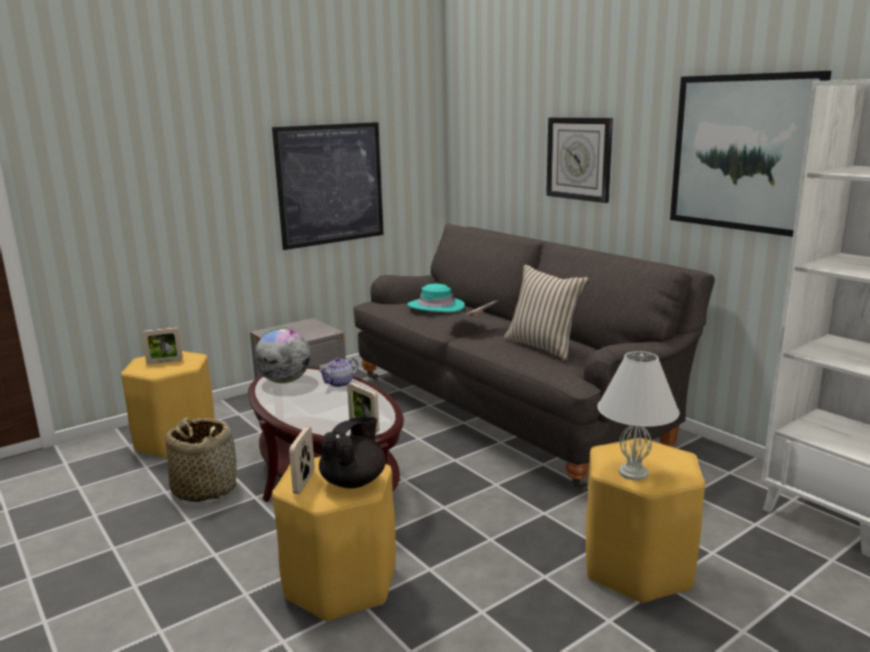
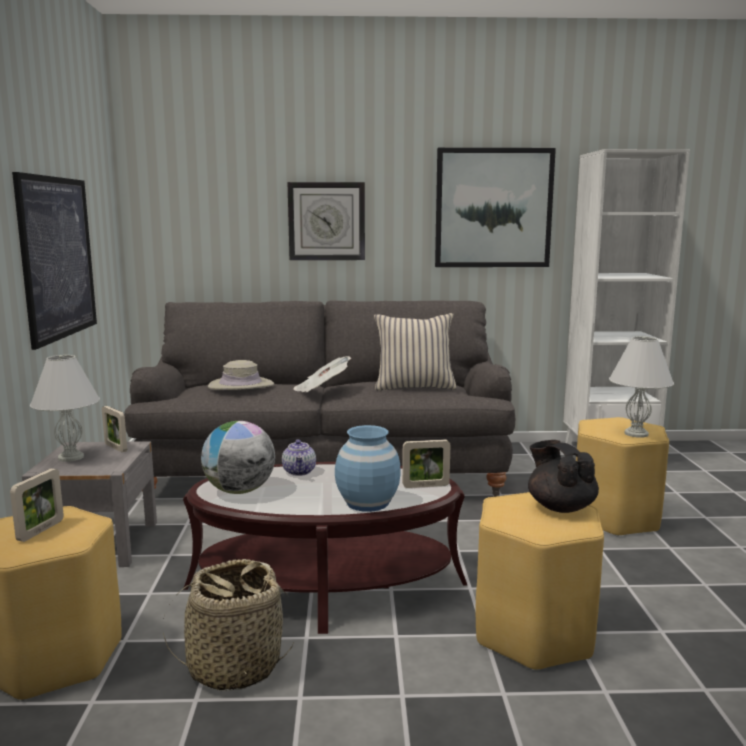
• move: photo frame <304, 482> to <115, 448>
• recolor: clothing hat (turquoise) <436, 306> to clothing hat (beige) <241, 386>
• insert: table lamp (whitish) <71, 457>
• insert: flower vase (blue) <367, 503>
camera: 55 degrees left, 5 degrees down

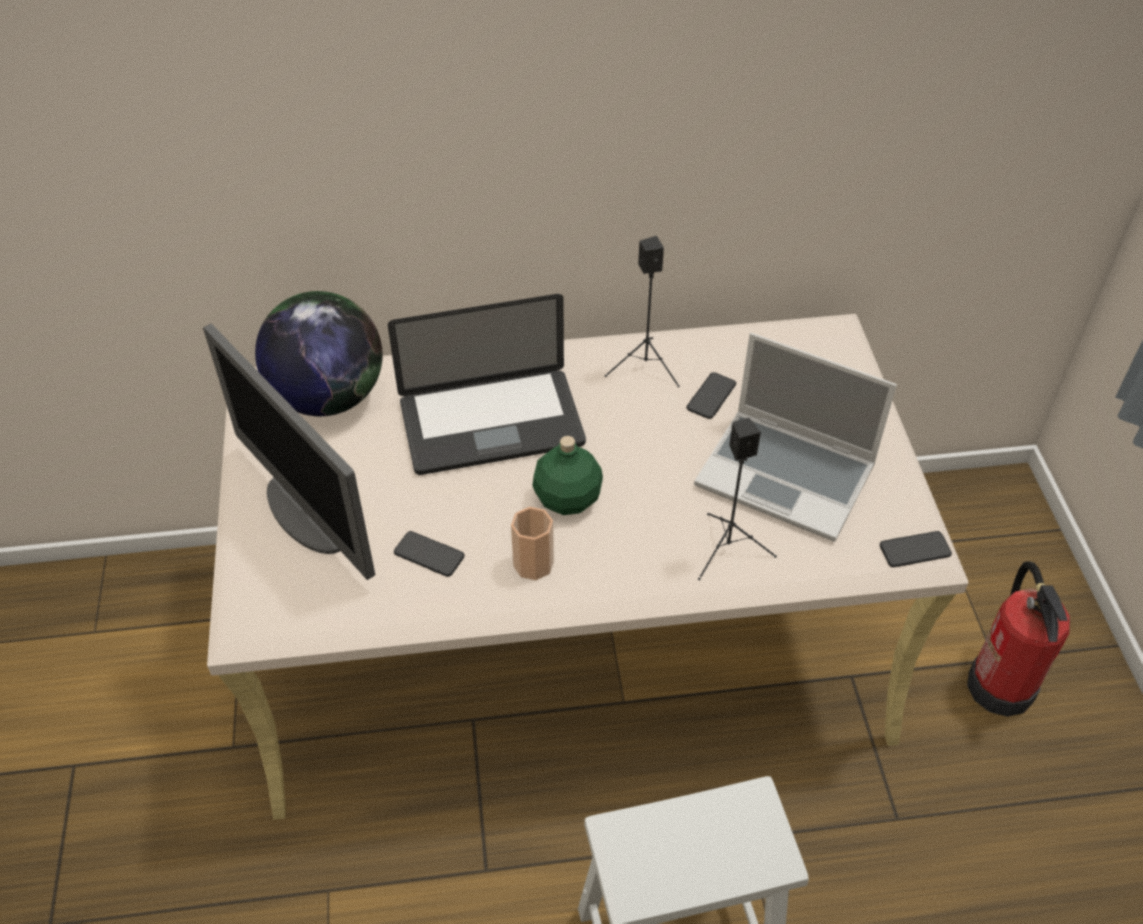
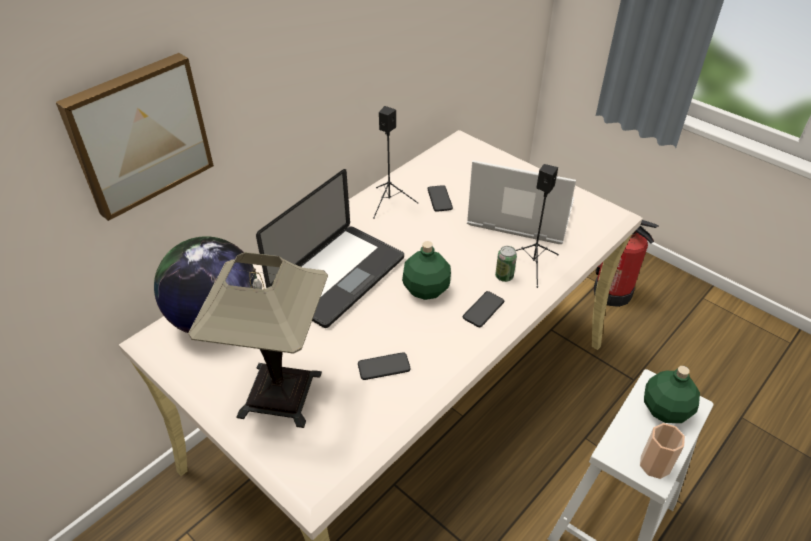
• replace: computer display <307, 515> to table lamp <280, 394>
• move: drinking cup <533, 564> to <655, 465>
• rotate: portable computer <787, 476> = <518, 215> 150 degrees counterclockwise
• move: telephone <915, 550> to <483, 310>
• insert: picture <138, 134>
• insert: can <504, 276>
• insert: beverage bottle (greenish) <664, 409>
camera: 40 degrees left, 5 degrees down

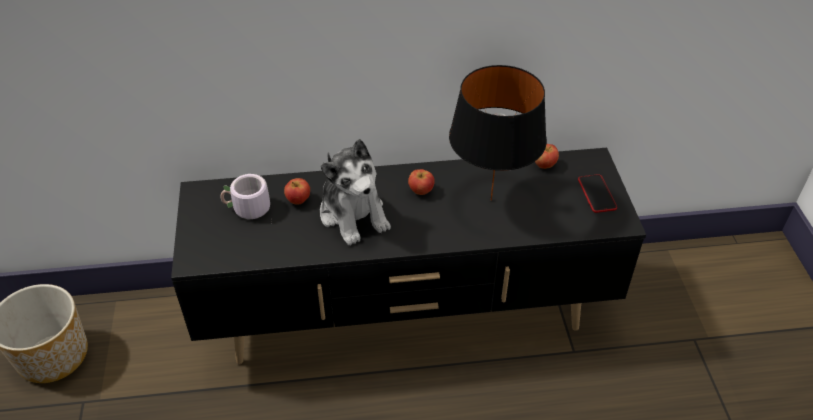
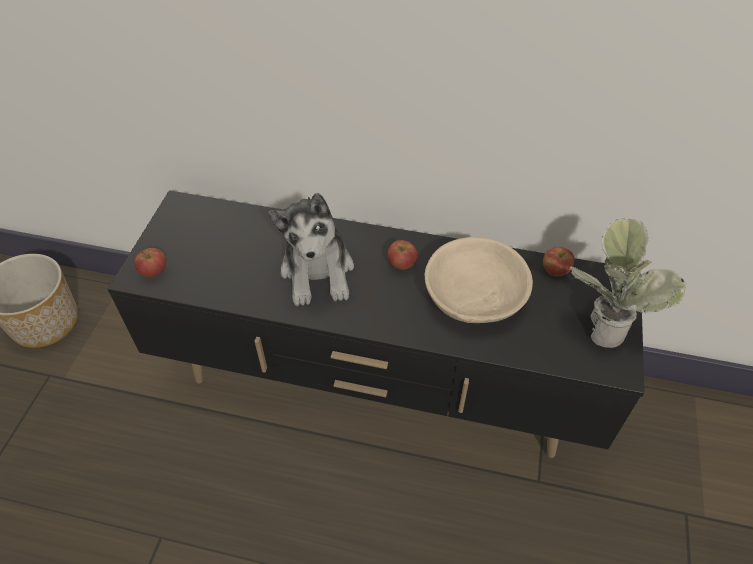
• delete: coffee mug (grey) <247, 210>
• move: whole apple <298, 200> to <154, 272>
• replace: table lamp (black) <491, 199> to bowl (beige) <475, 295>
• replace: telephone <597, 194> to plant in a pot <603, 324>
camera: 20 degrees right, 5 degrees up

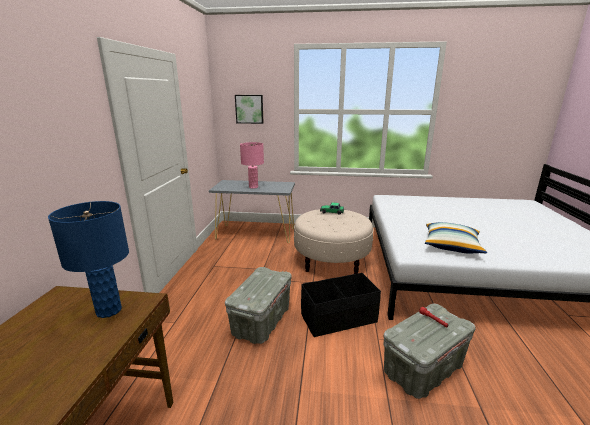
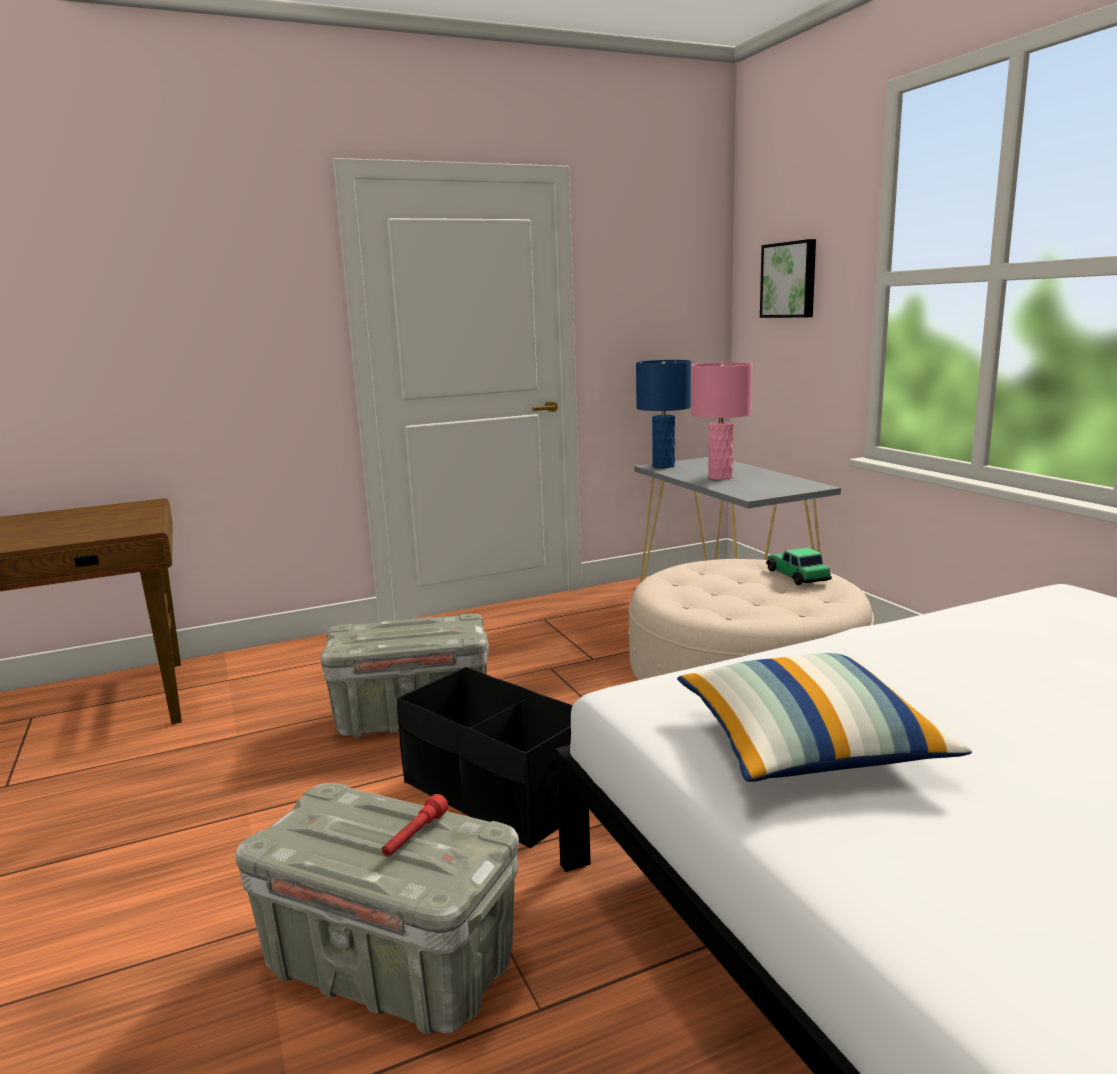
• move: table lamp (blue) <109, 311> to <663, 466>
camera: 60 degrees right, 5 degrees down

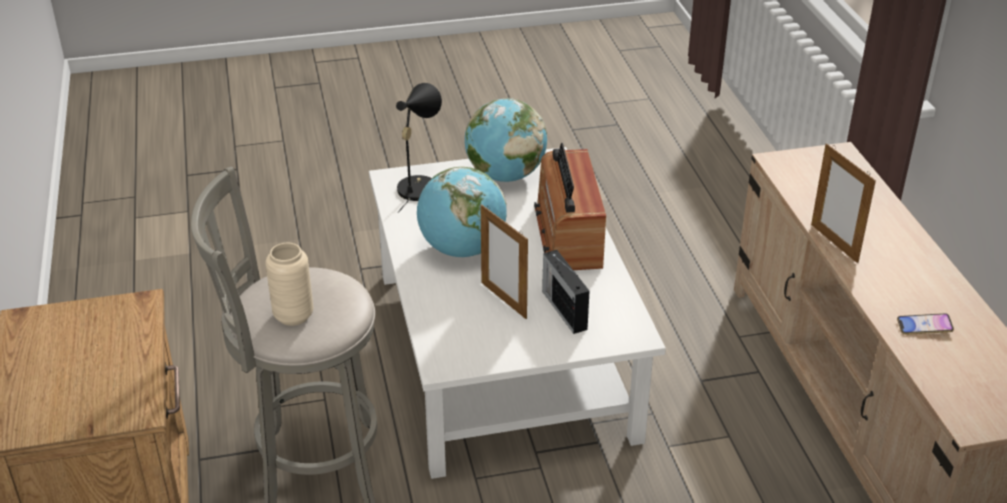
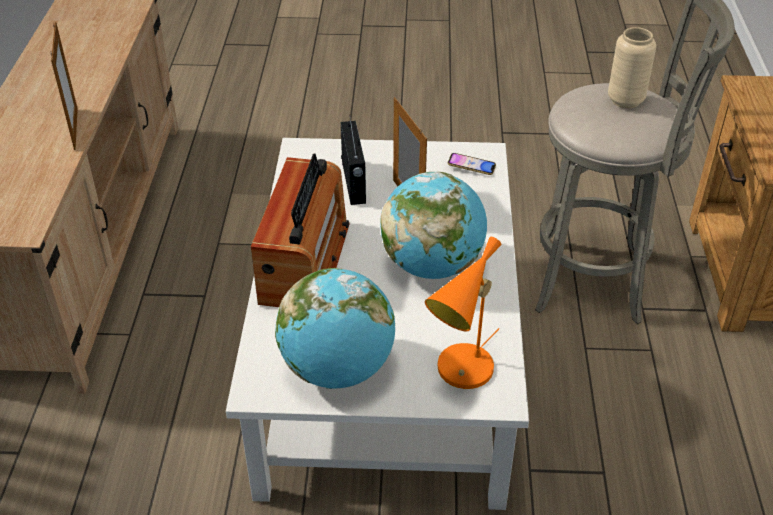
• recolor: table lamp (black) <418, 185> to table lamp (orange) <462, 374>
• move: telephone <924, 327> to <471, 167>
camera: 165 degrees left, 5 degrees up

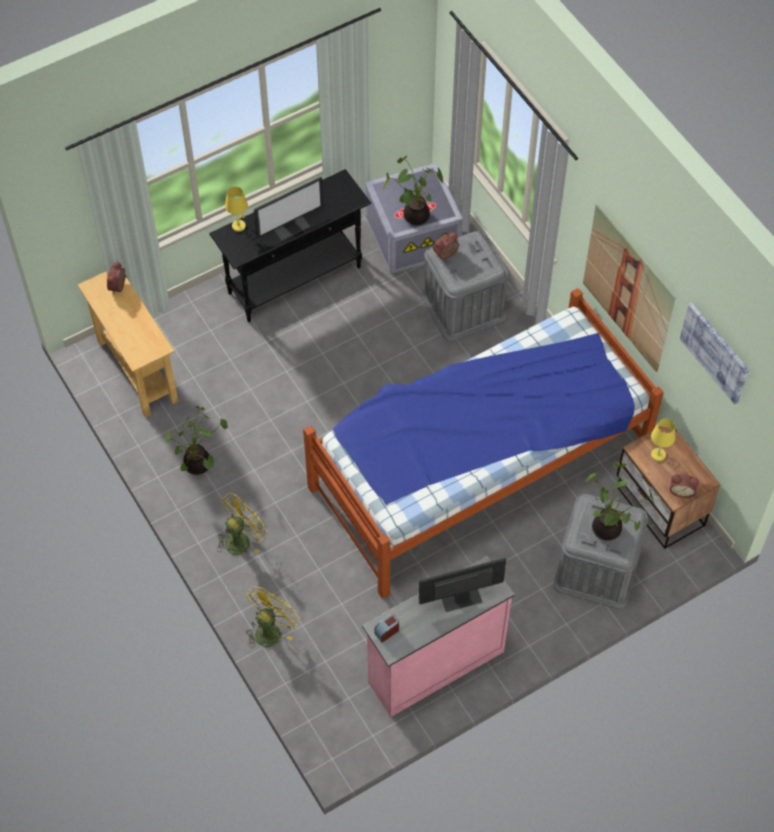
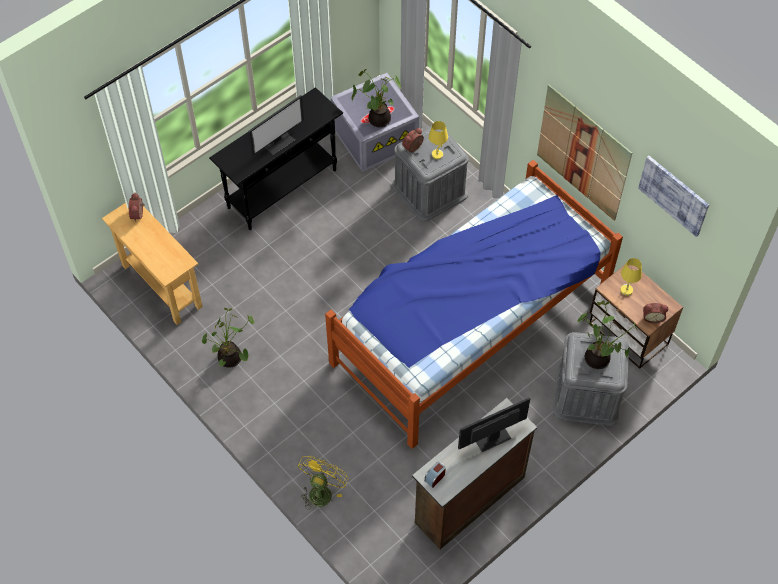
• delete: cooling fan (yellowish) <241, 539>
• move: table lamp (yellowish) <239, 226> to <437, 154>
• recolor: drawer chest (pink-coloured) <434, 665> to drawer chest (brown) <468, 499>
camera: 10 degrees left, 0 degrees up

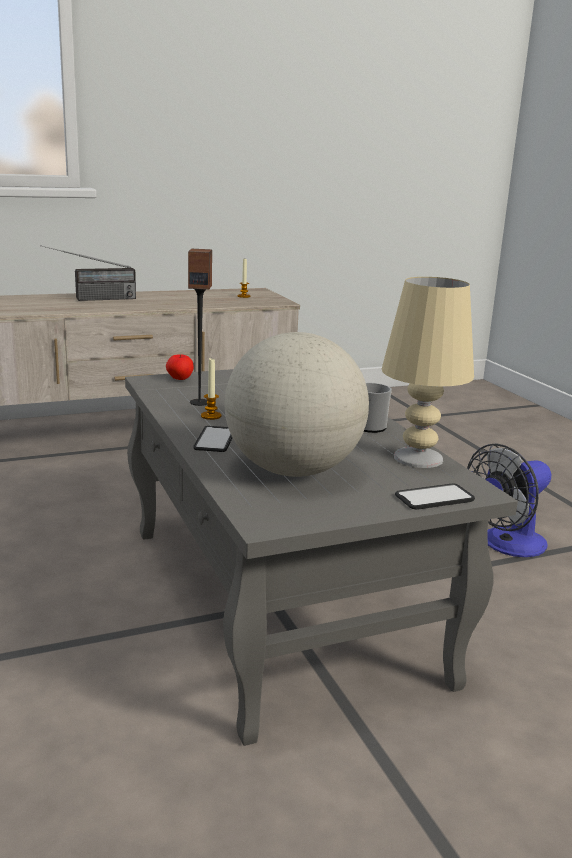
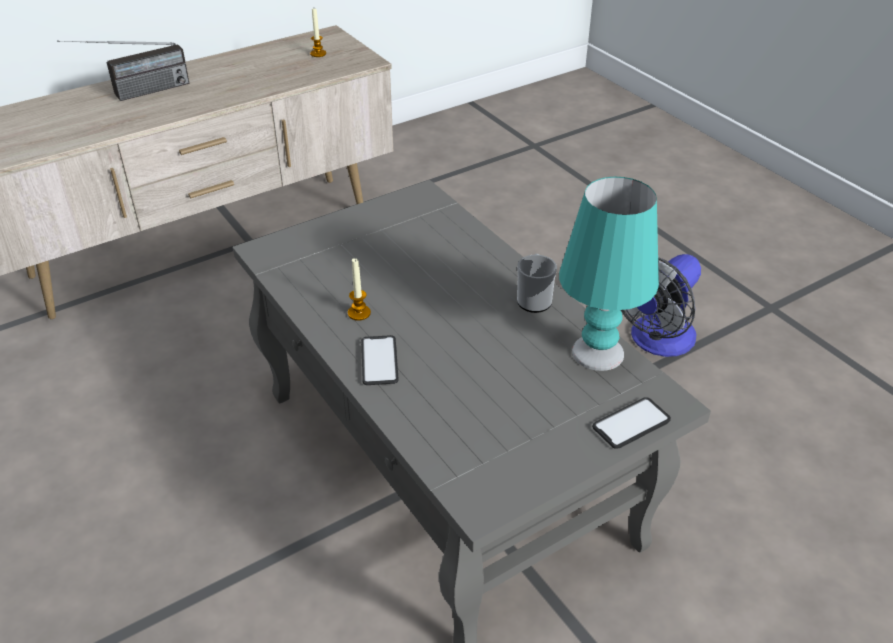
• delete: whole apple <179, 379>
• delete: loudspeaker <199, 402>
• delete: globe <293, 470>
• recolor: table lamp (beige) <418, 458> to table lamp (turquoise) <598, 353>
camera: 10 degrees left, 20 degrees up

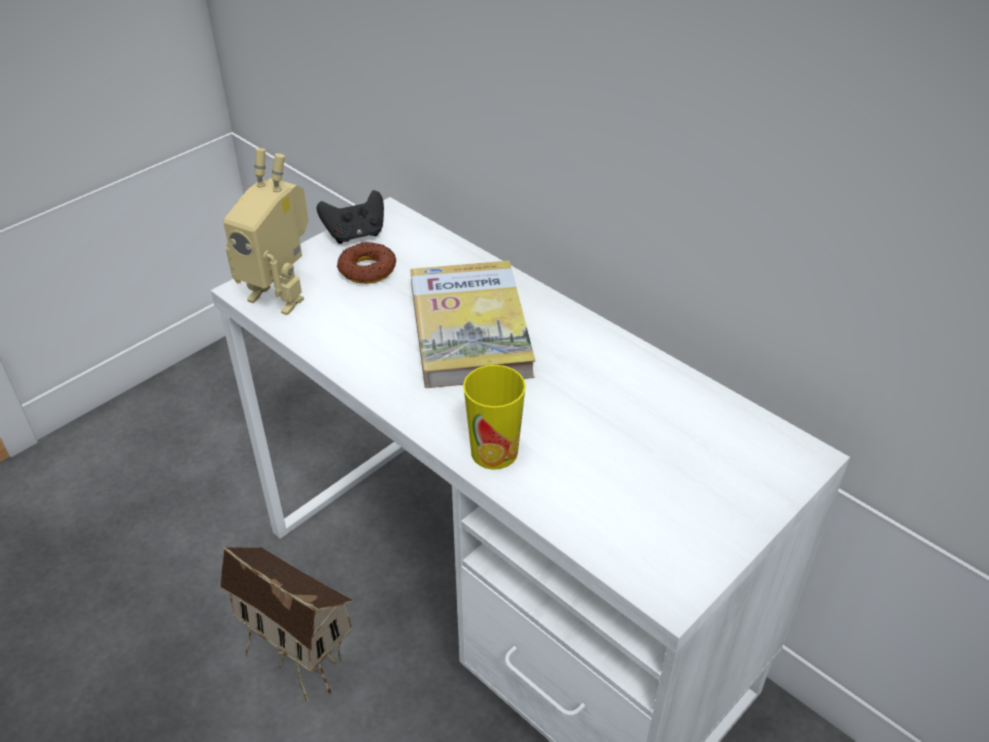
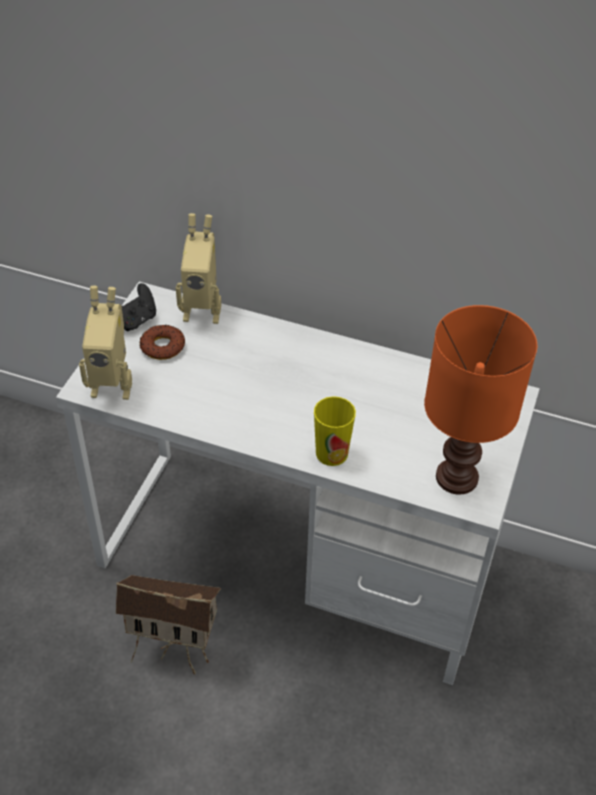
• delete: book <469, 329>
• insert: model robot <202, 310>
• insert: table lamp (orange) <458, 479>
camera: 25 degrees left, 5 degrees up

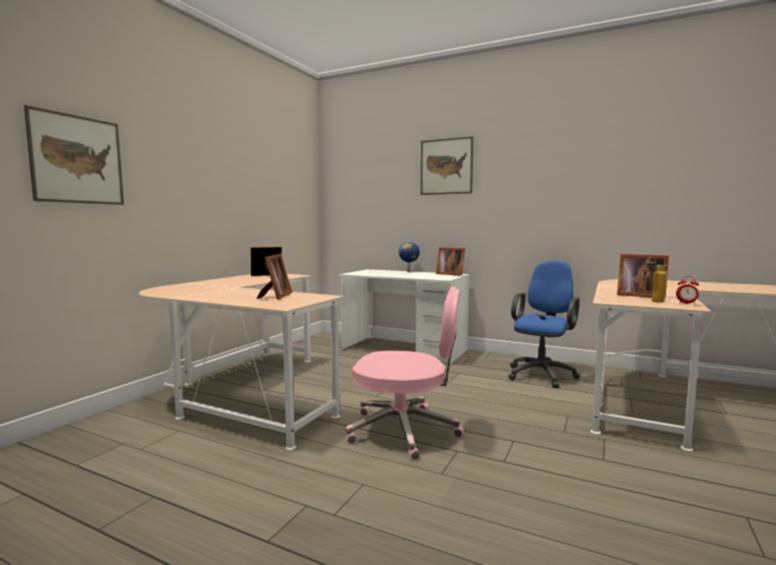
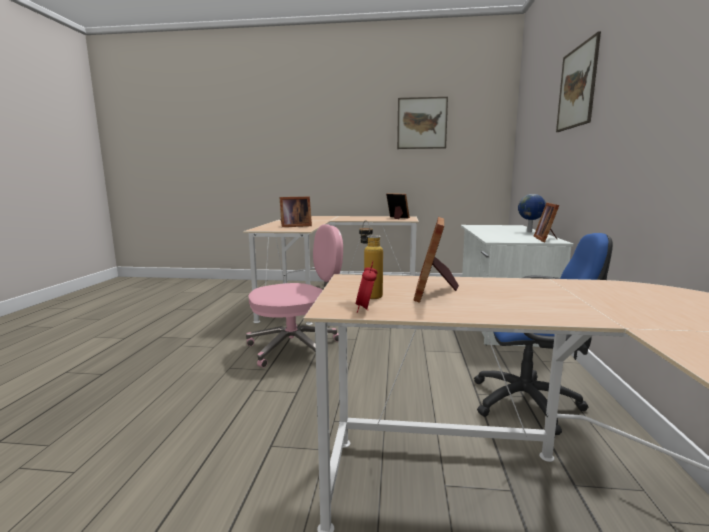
• move: picture <77, 159> to <422, 123>
• rotate: office chair (pink-coloured) <405, 431> = <296, 347> 105 degrees counterclockwise
camera: 70 degrees right, 5 degrees up

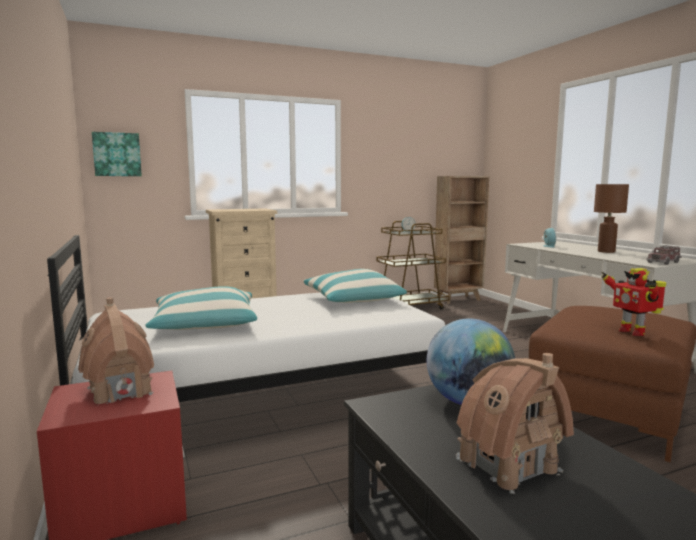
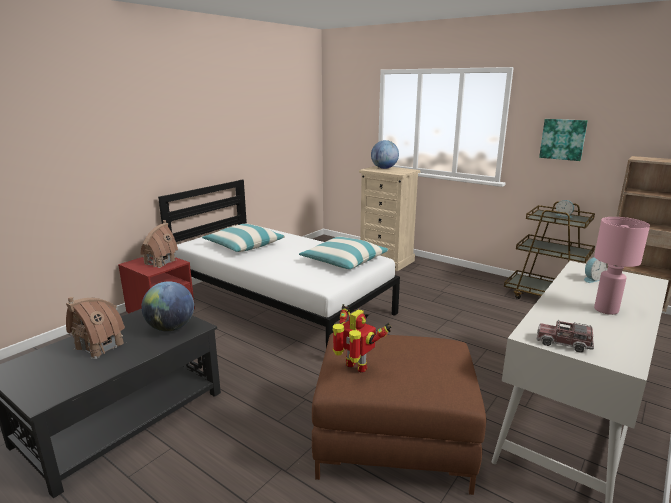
• move: picture <117, 154> to <563, 139>
• recolor: table lamp (brown) <605, 251> to table lamp (pink-coloured) <606, 309>
• rotate: model robot <632, 332> = <356, 368> 90 degrees clockwise
• insert: globe <384, 168>
camera: 60 degrees right, 10 degrees up

